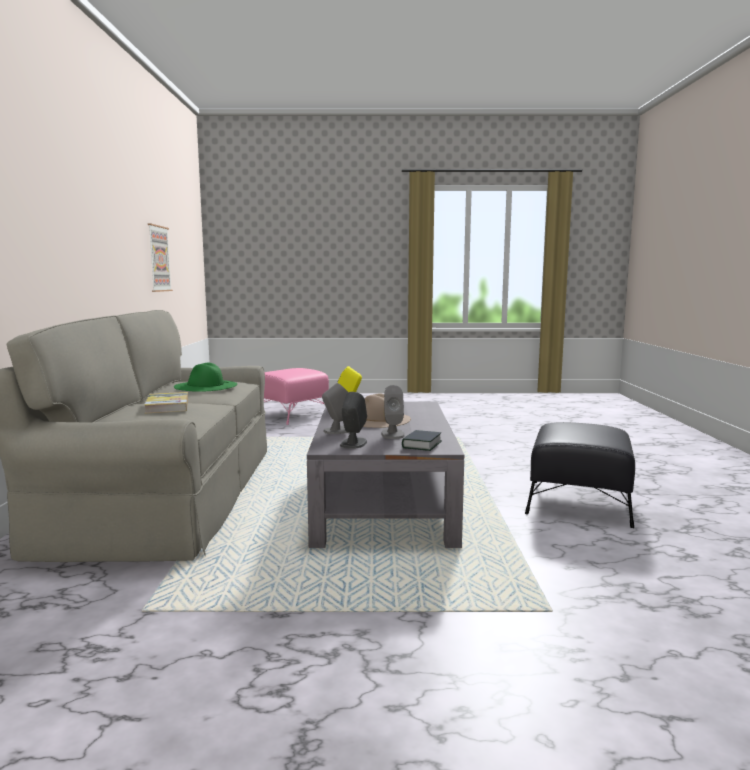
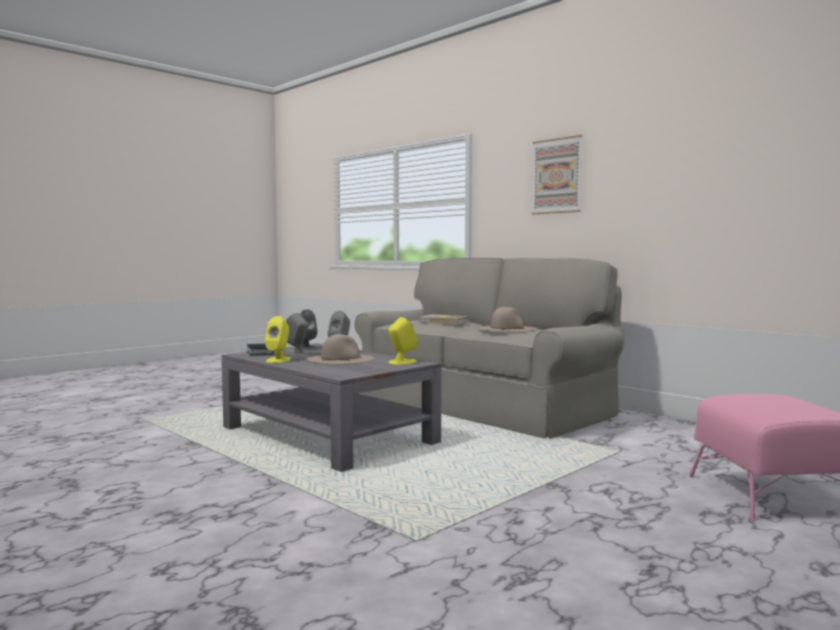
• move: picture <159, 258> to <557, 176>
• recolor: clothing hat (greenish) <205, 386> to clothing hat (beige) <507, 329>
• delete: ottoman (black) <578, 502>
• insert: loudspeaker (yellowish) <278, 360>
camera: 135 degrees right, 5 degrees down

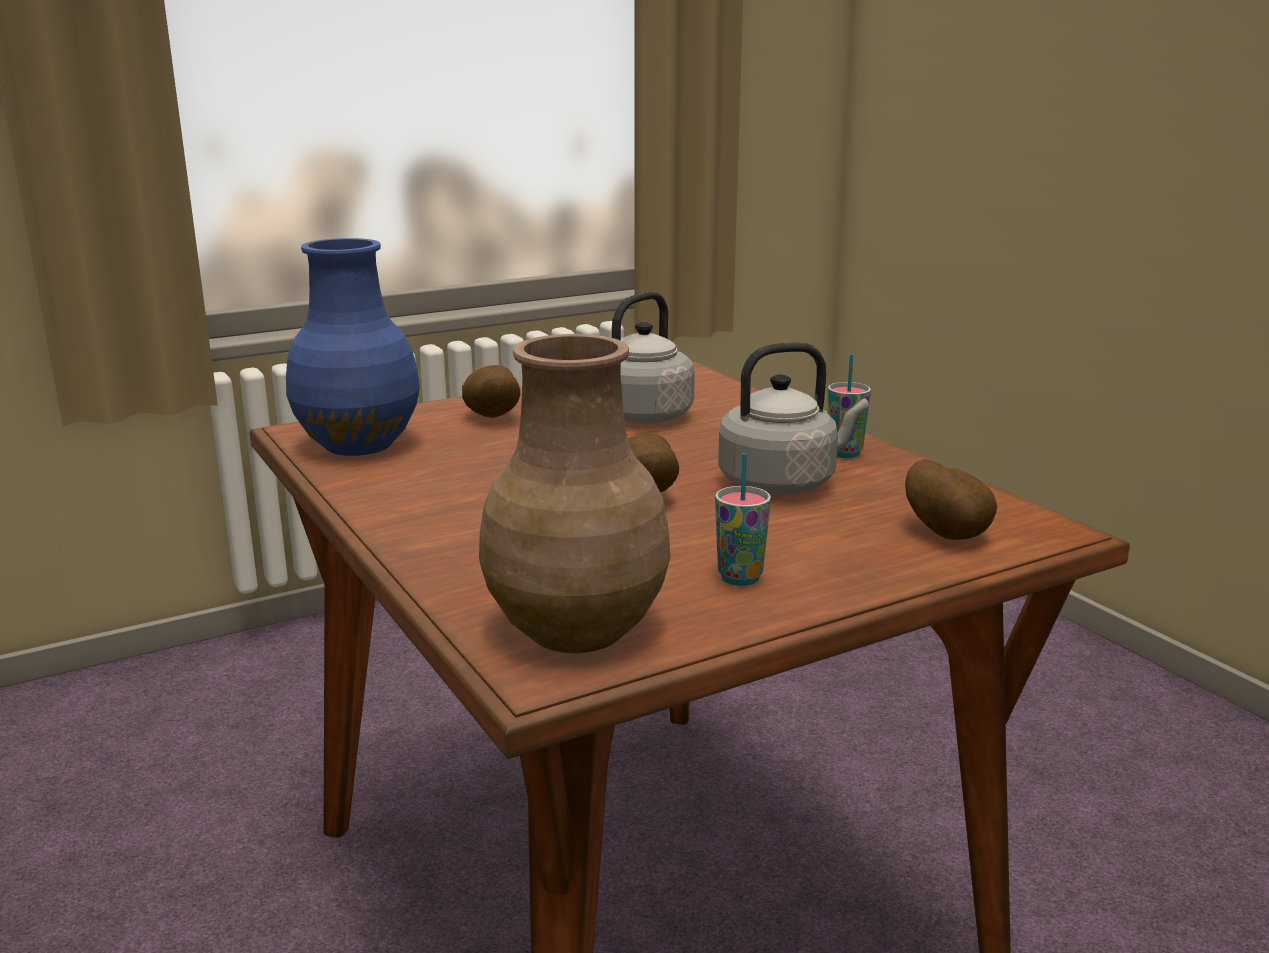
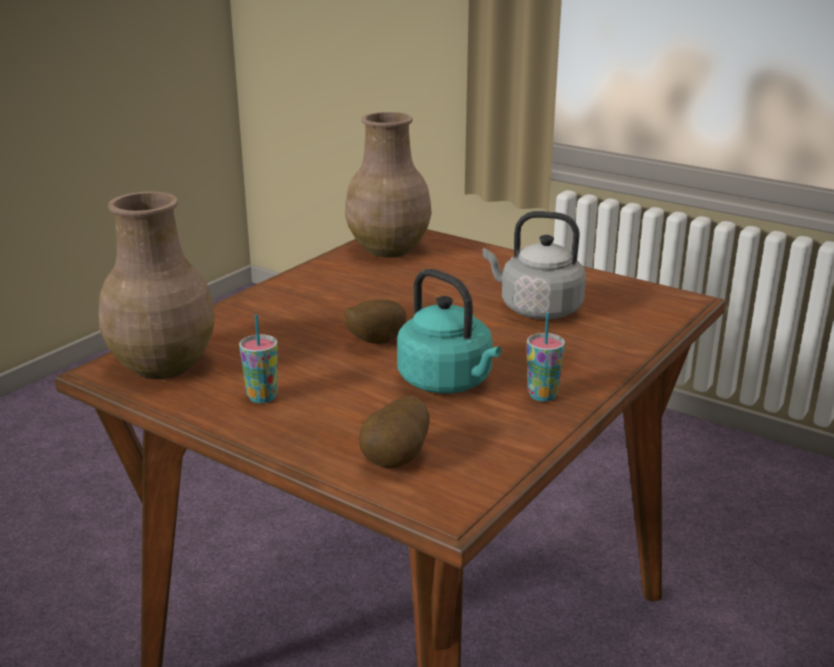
• recolor: flower vase (blue) <360, 445> to flower vase (brown) <389, 250>
• delete: potato <491, 418>
• recolor: tea kettle (grey) <783, 483> to tea kettle (turquoise) <448, 382>
camera: 65 degrees right, 5 degrees up

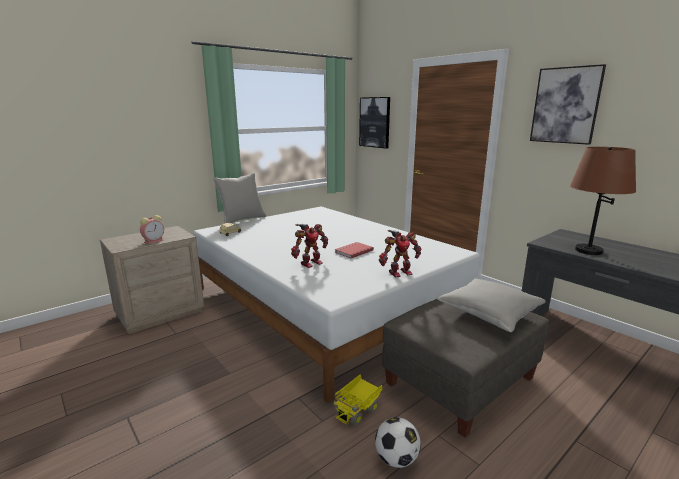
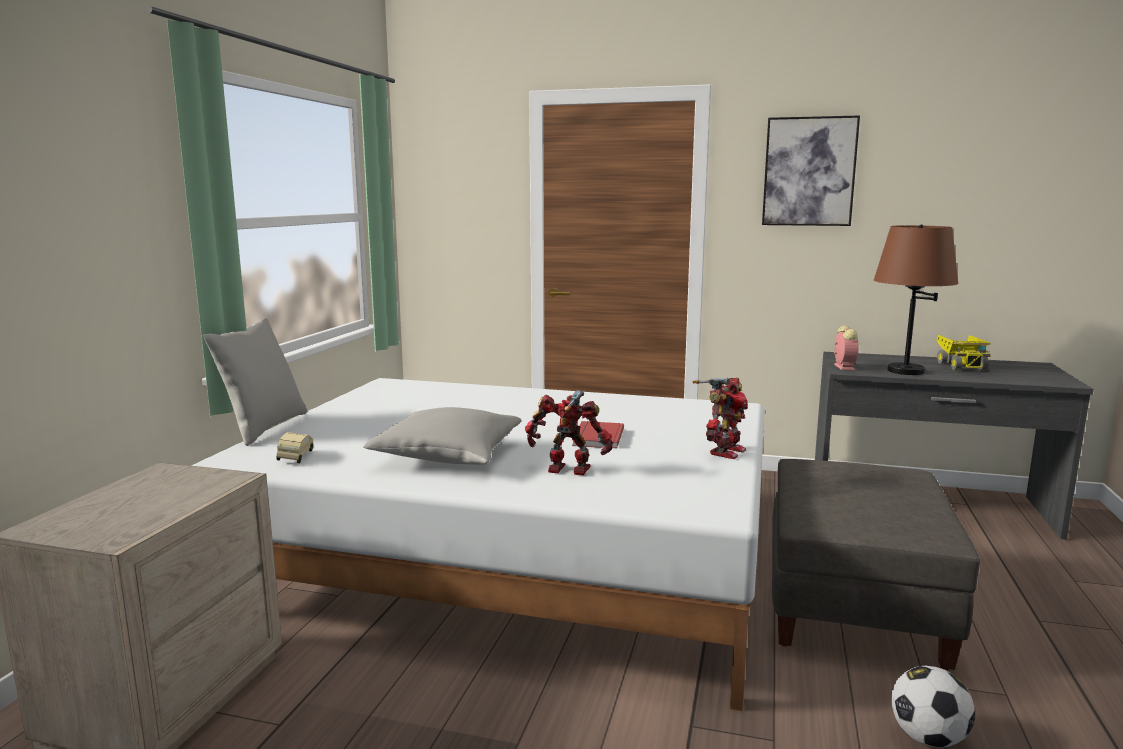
• move: bedside clock <154, 241> to <843, 367>
• rotate: model robot <310, 263> = <568, 470> 90 degrees counterclockwise
• move: toy truck <357, 410> to <961, 366>
• delete: picture <375, 122>
• move: cushion (grey) <489, 313> to <447, 456>
camera: 35 degrees left, 5 degrees down

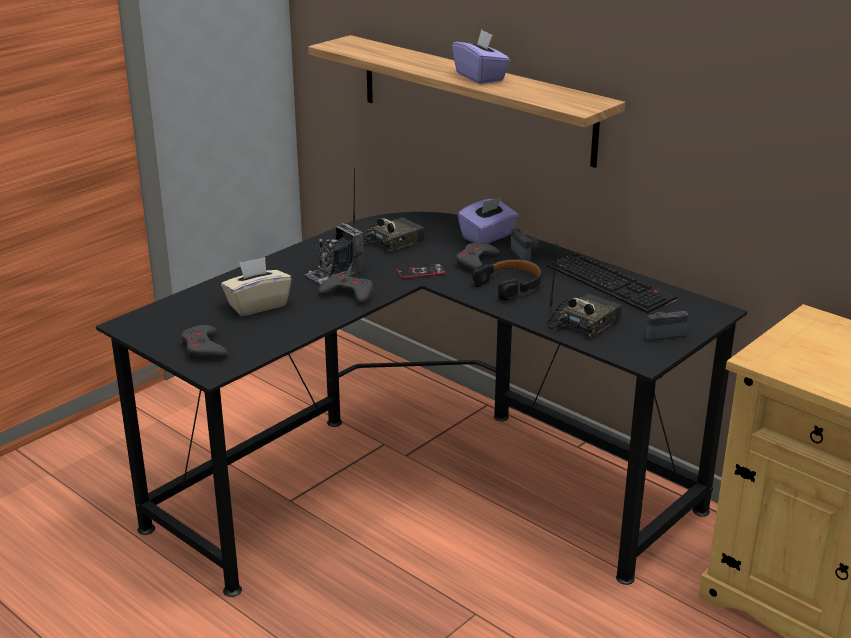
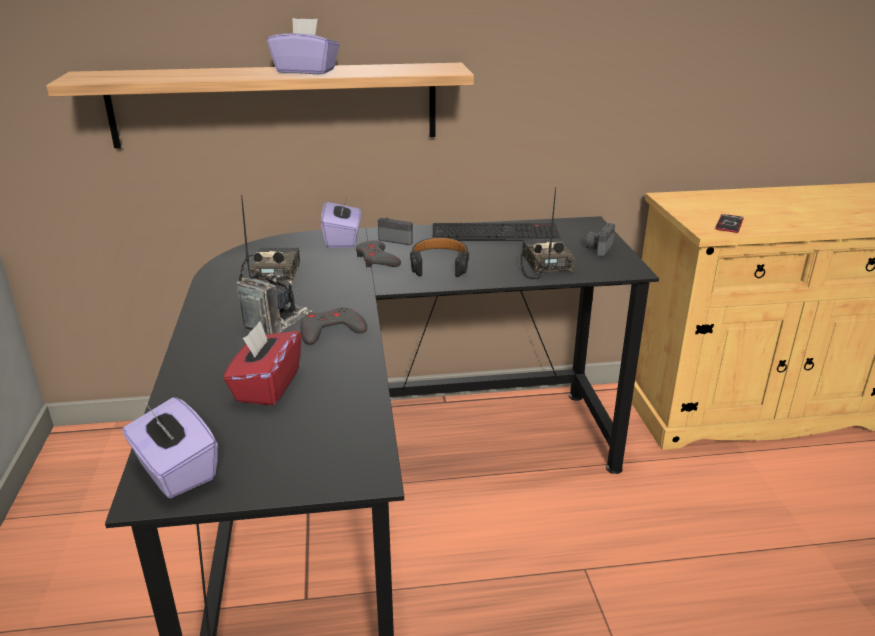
• delete: game controller (grey) <204, 348>
• recolor: tissue holder (beige) <257, 305> to tissue holder (red-coloured) <267, 386>
• rotate: still camera <334, 273> = <278, 321> 150 degrees counterclockwise
• move: telephone <421, 272> to <729, 224>
• insert: tissue holder (purplish) <175, 471>
camera: 50 degrees left, 0 degrees up

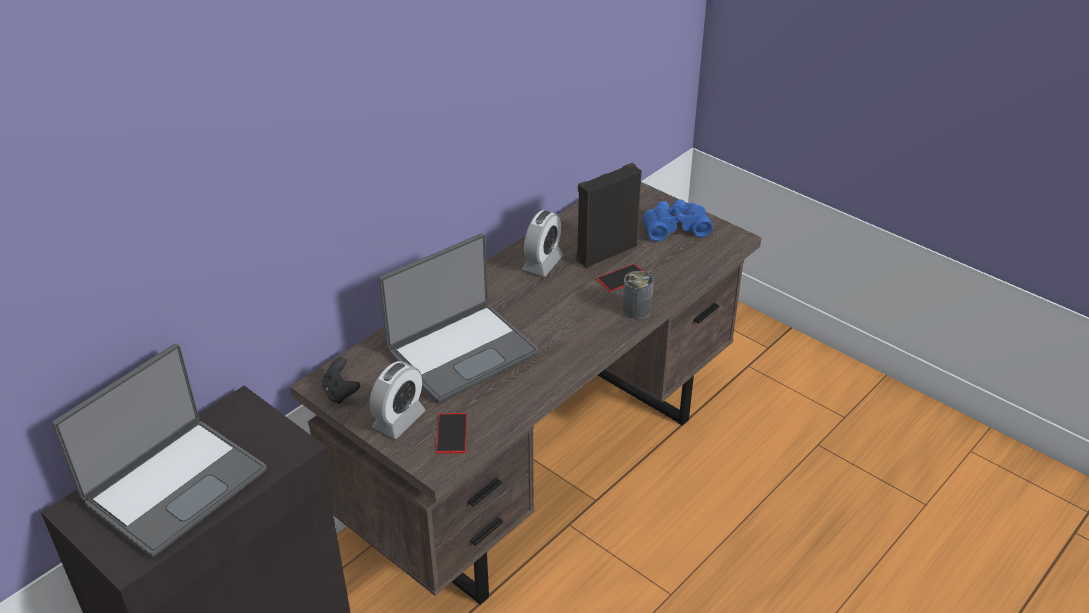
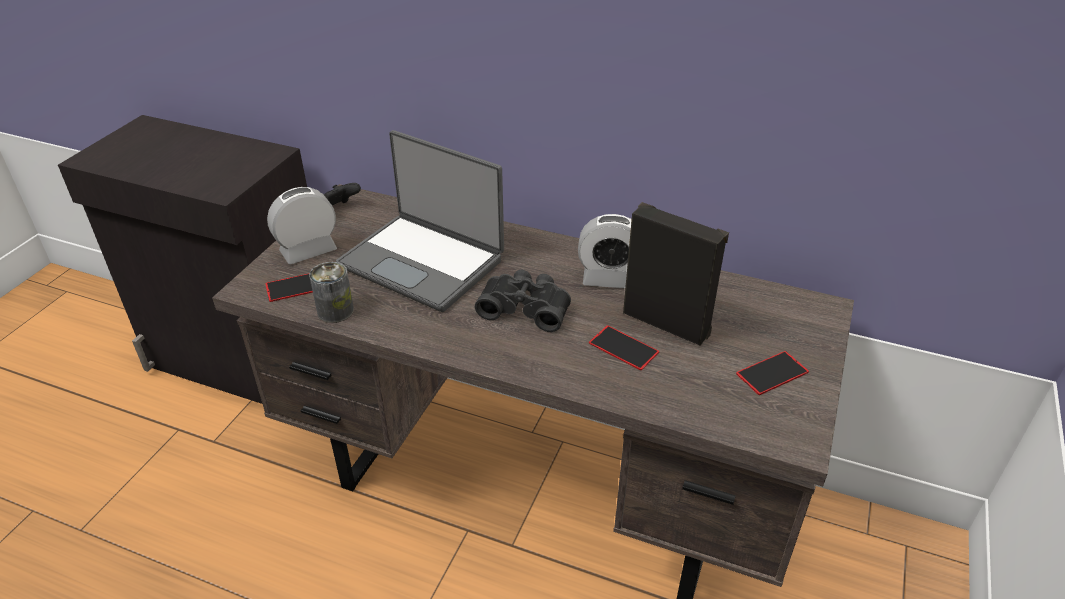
• delete: portable computer <174, 486>
• rotate: bedside clock <399, 420> = <308, 251> 135 degrees clockwise
• move: can <636, 310> to <335, 311>
• replace: field glasses (blue) <674, 227> to telephone <772, 373>
• insert: field glasses (black) <525, 308>
camera: 70 degrees right, 0 degrees up

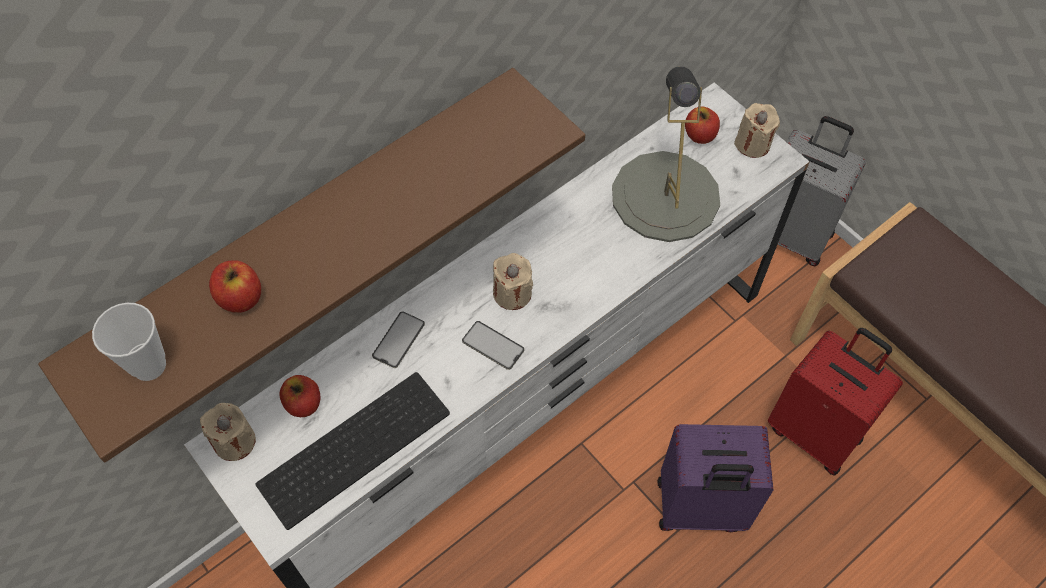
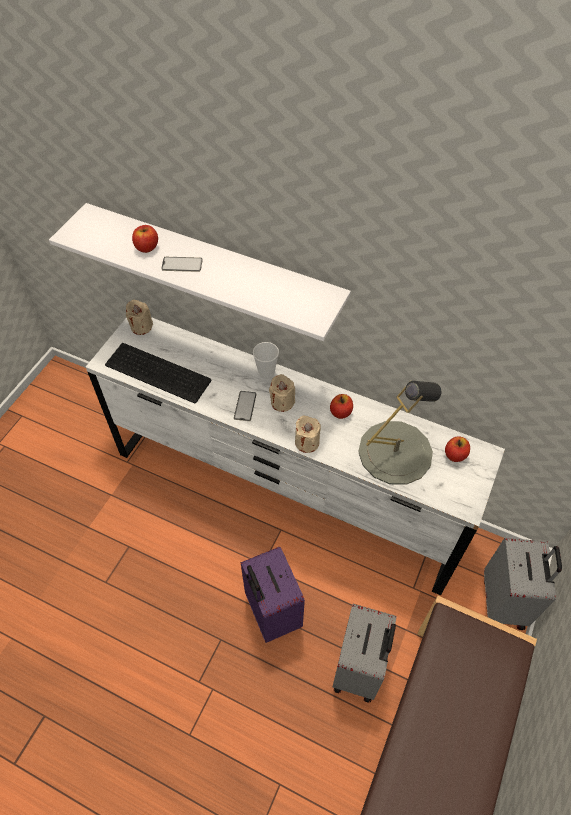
• recolor: shelf (brown) <305, 233> to shelf (whitish) <213, 266>
• move: drinking cup <149, 365> to <266, 373>
• move: whole apple <303, 403> to <341, 412>
• move: telephone <398, 340> to <182, 264>
• move: wax candle (beige) <752, 144> to <307, 442>
• recolor: travel case (red-coloured) <815, 432> to travel case (grey) <360, 668>
camera: 65 degrees right, 5 degrees down

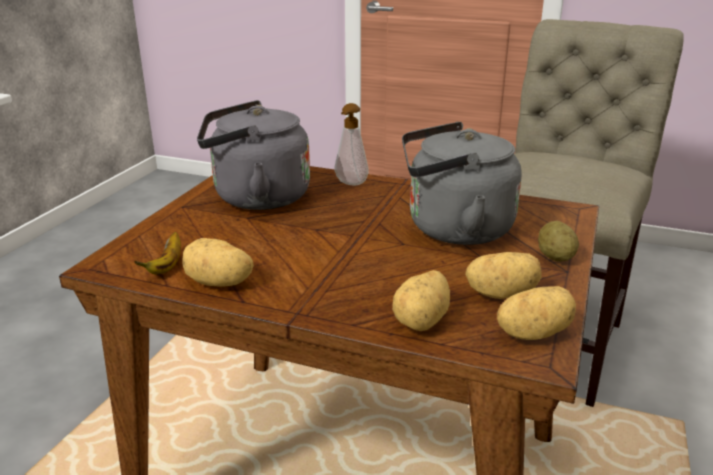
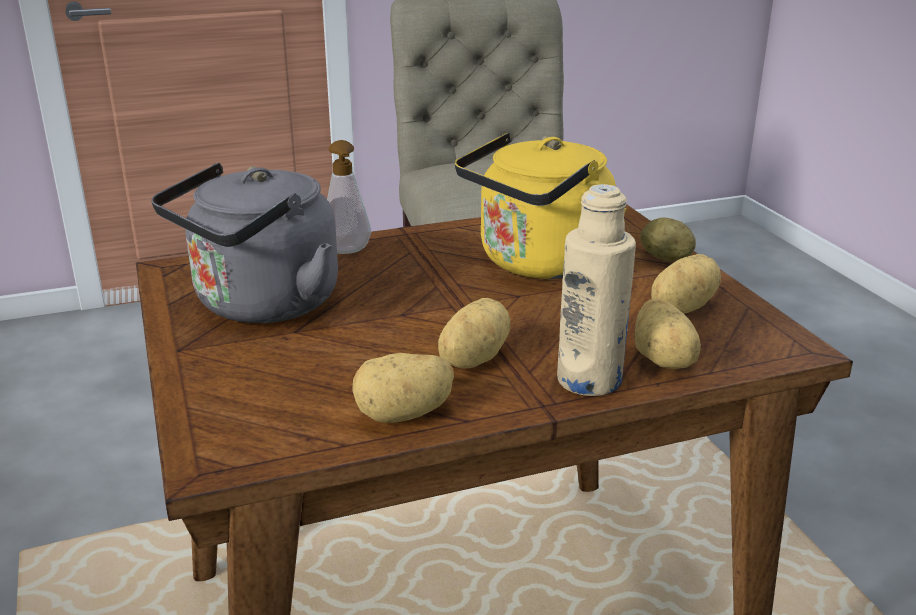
• delete: whole banana <167, 266>
• recolor: tea kettle (grey) <453, 229> to tea kettle (yellowish) <539, 264>
• move: potato <532, 333> to <471, 359>
• insert: beverage bottle (beige) <589, 380>
camera: 40 degrees left, 0 degrees up

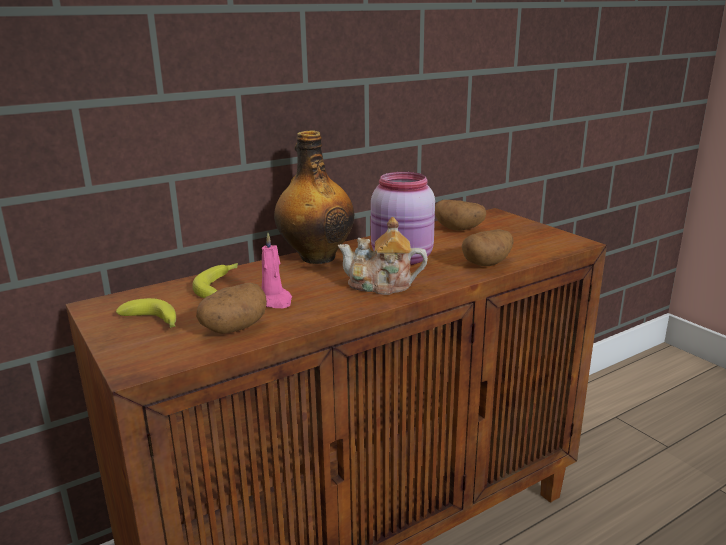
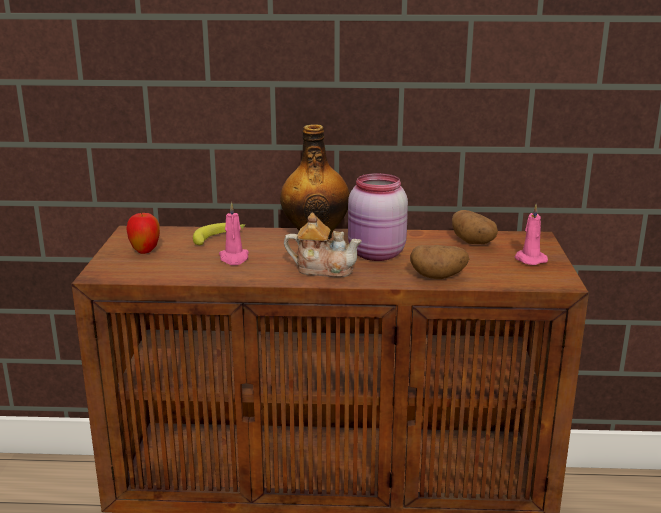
• replace: whole banana <153, 323> to whole apple <145, 251>
• delete: potato <233, 329>
• rotate: teapot <381, 285> = <323, 269> 150 degrees clockwise
• insert: wax candle (pink-coloured) <529, 259>
camera: 35 degrees right, 0 degrees up

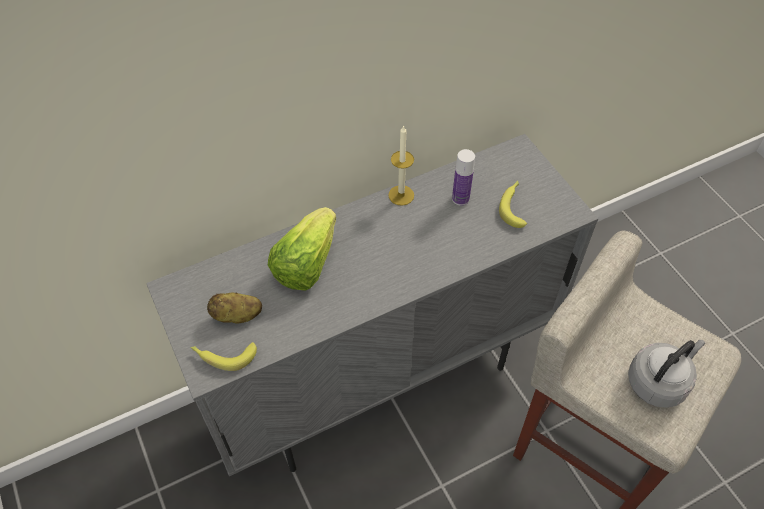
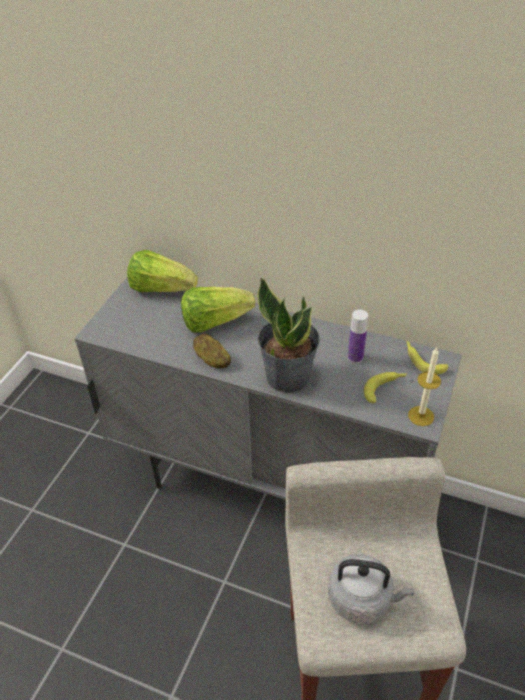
• move: whole banana <223, 355> to <422, 360>
• move: potato <237, 315> to <212, 360>
• move: wax candle <401, 195> to <421, 416>
• insert: head of lettuce <161, 289>
• insert: plant in a pot <287, 376>
camera: 50 degrees right, 10 degrees down

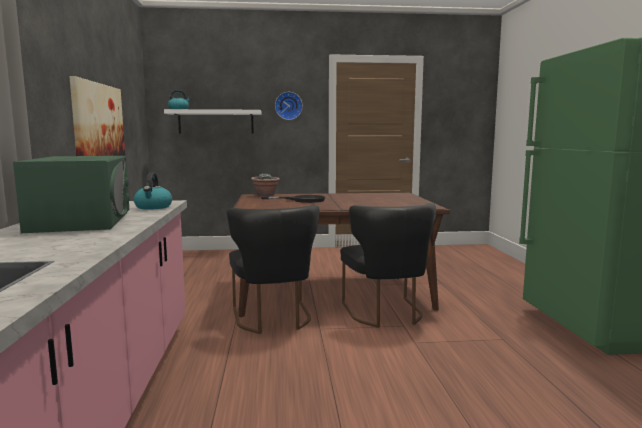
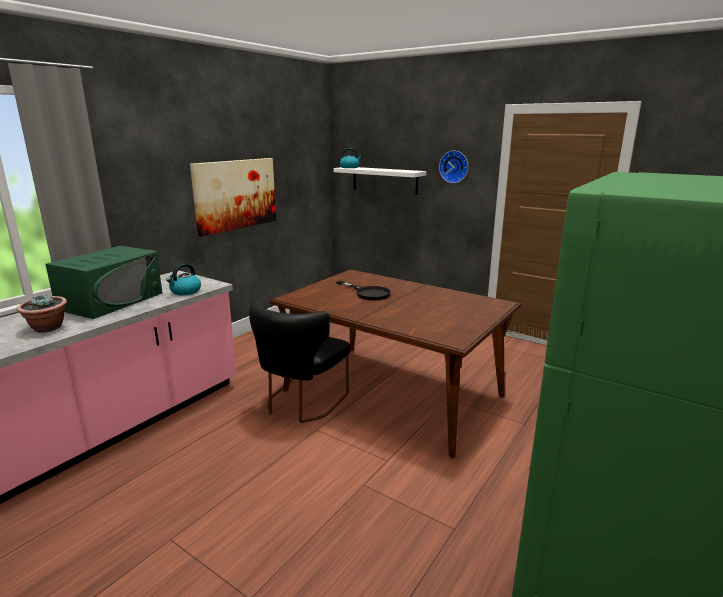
• move: plant in a pot <265, 195> to <47, 328>
• delete: plain chair (black) <386, 314>
camera: 40 degrees right, 10 degrees up

